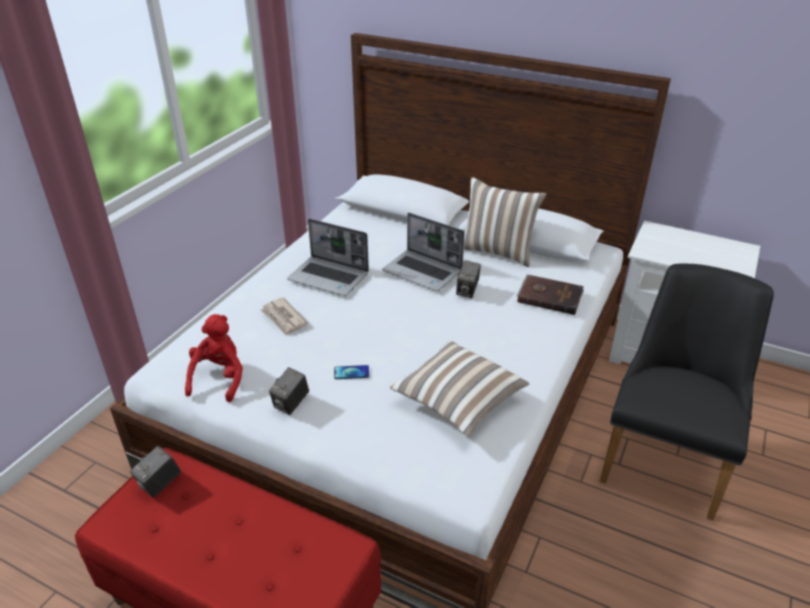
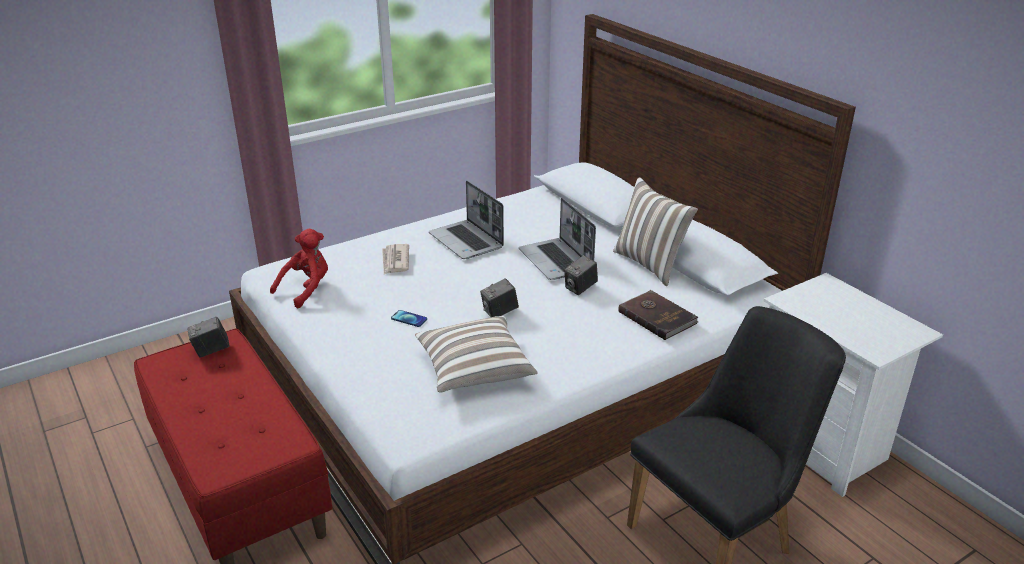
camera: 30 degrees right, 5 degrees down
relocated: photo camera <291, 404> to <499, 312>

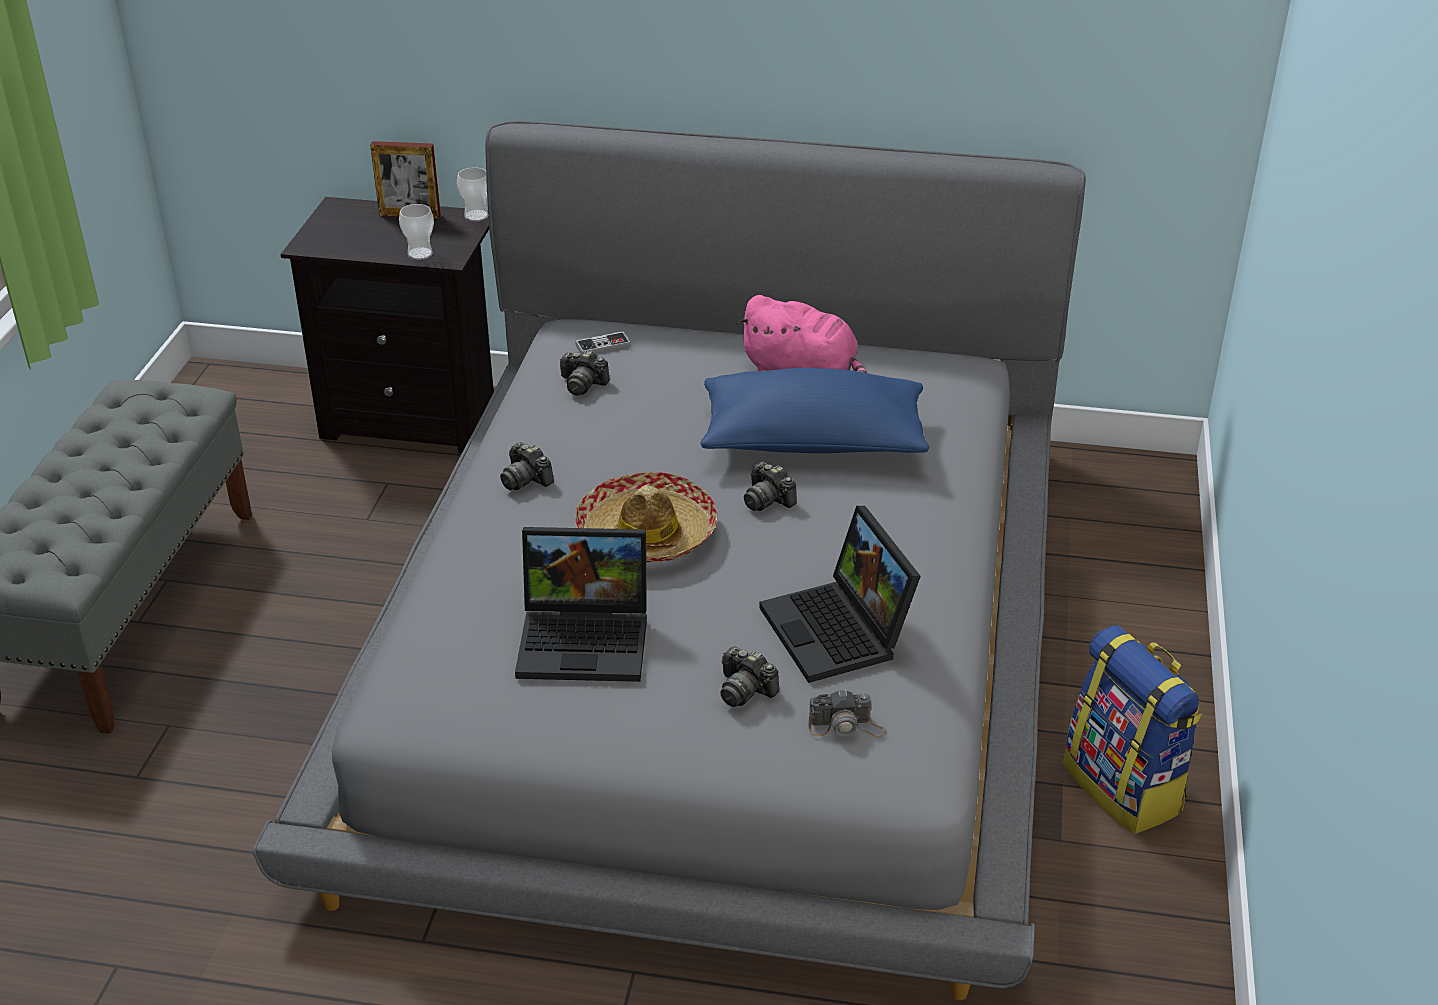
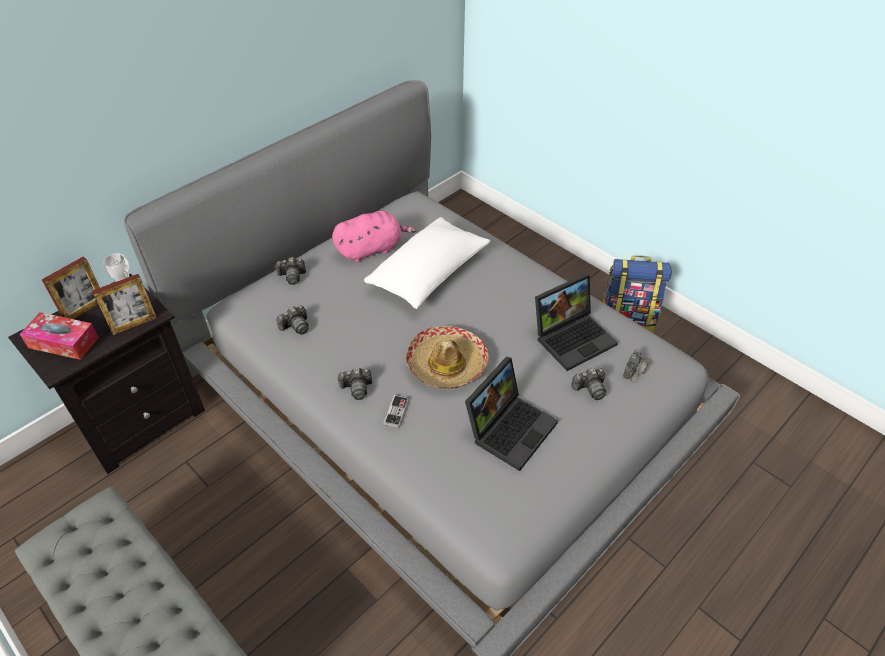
camera: 55 degrees left, 10 degrees up
appeared: tissue box <63, 342>
relocated: game controller <603, 345> to <396, 412>; photo camera <767, 500> to <292, 276>
exchanged: cup <420, 254> to picture frame <134, 324>
colour: pillow in blue <812, 442> to pillow in white <429, 274>
spun: laptop <840, 632> = <573, 337> 45 degrees counterclockwise

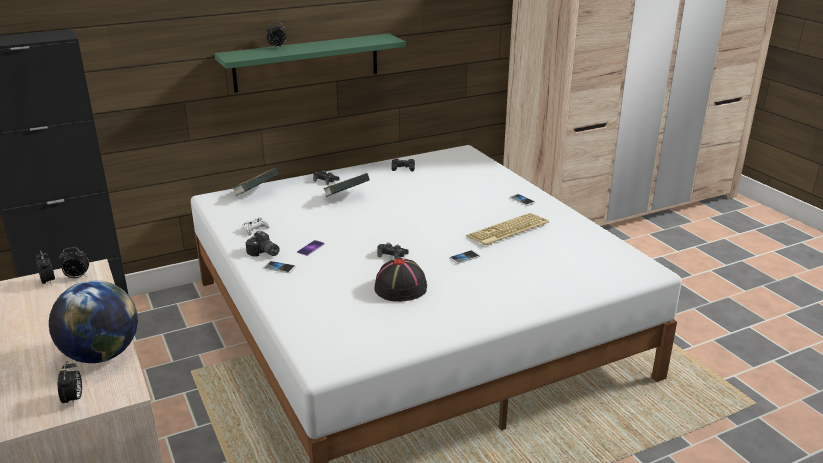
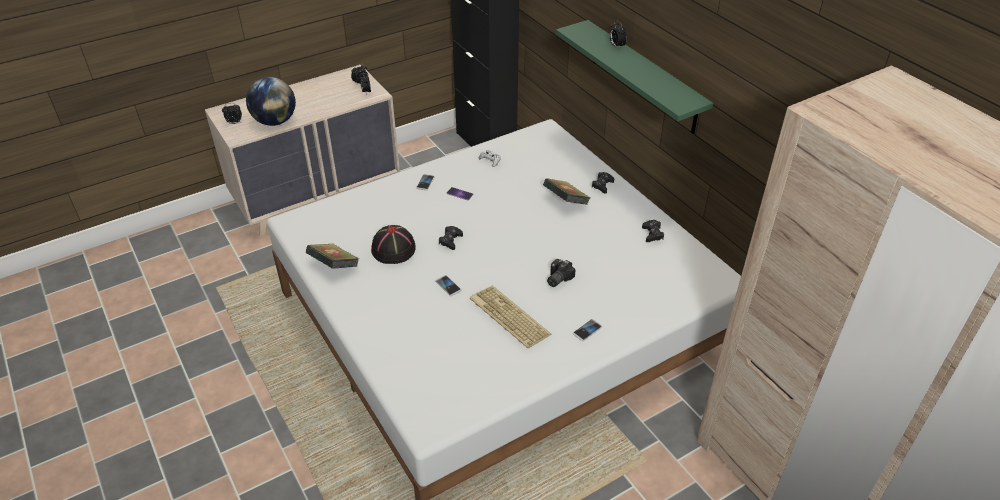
camera: 85 degrees right, 15 degrees up
relocated: book <256, 194> to <334, 267>; photo camera <264, 253> to <557, 278>

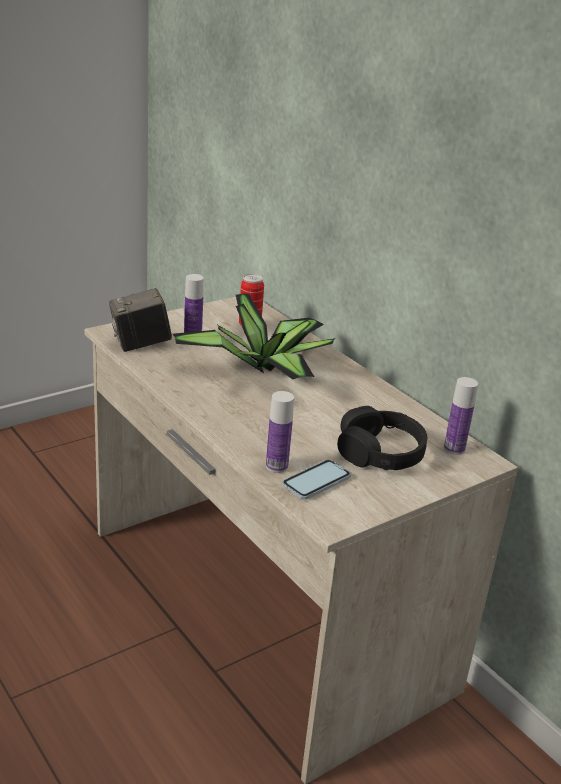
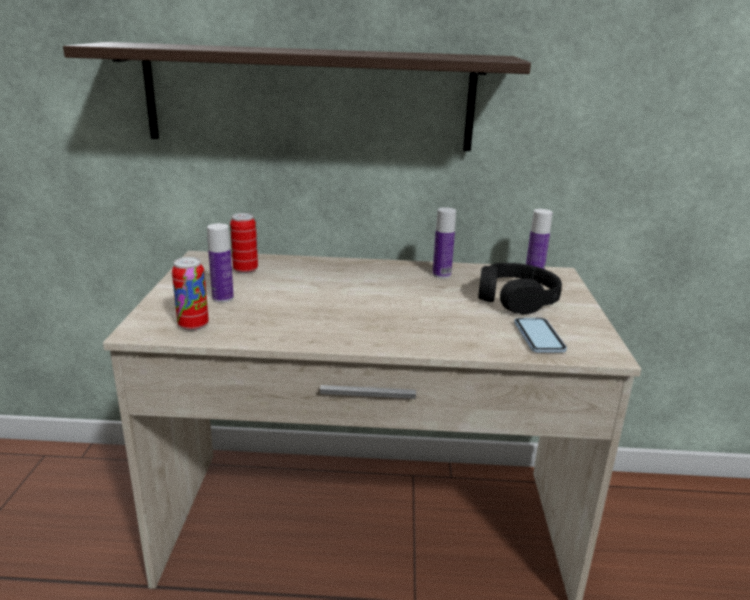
camera: 50 degrees left, 5 degrees down
missing: potted plant <264, 370>
appeared: shelf <309, 98>
relocated: bottle <276, 466> to <441, 274>
exchanged: photo camera <140, 344> to can <193, 325>

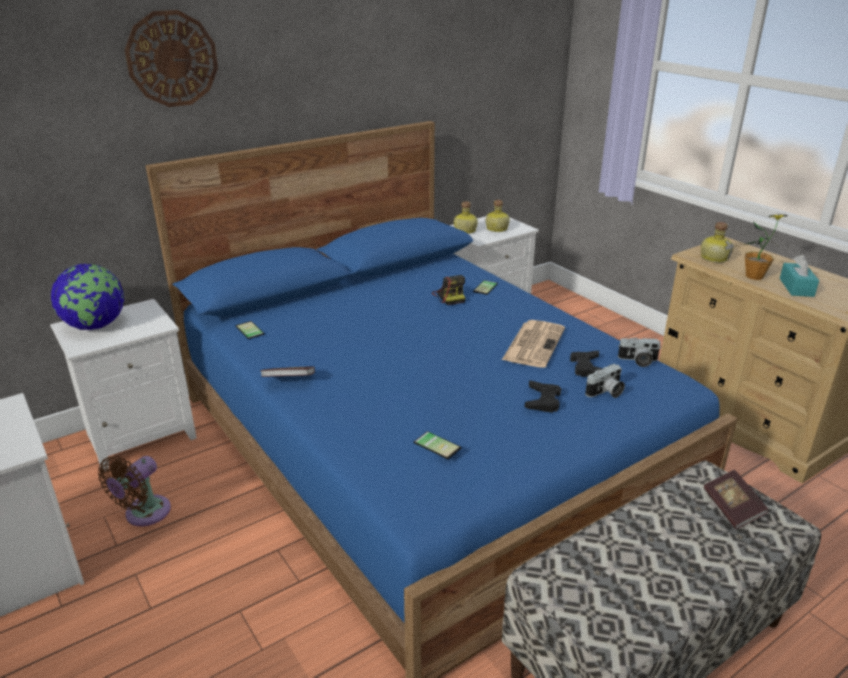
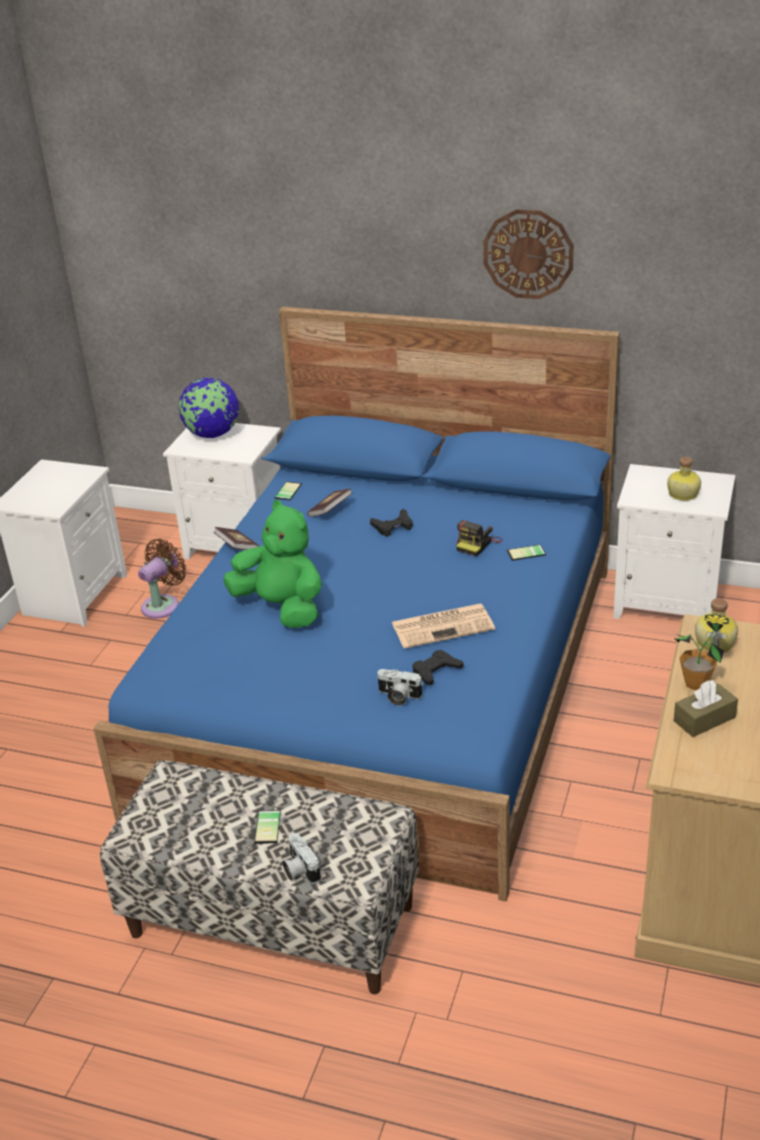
camera: 55 degrees right, 5 degrees up
missing: bottle <464, 230>
appeared: plush toy in green <282, 608>
relocated: wall clock <172, 59> to <528, 254>; photo camera <638, 361> to <299, 869>; game controller in black <543, 401> to <393, 526>; phone <438, 444> to <270, 827>; book <732, 508> to <330, 510>
colour: tissue box in turquoise <796, 287> to tissue box in brown <704, 719>
spun: fan in brown <144, 514> = <163, 605> 135 degrees clockwise

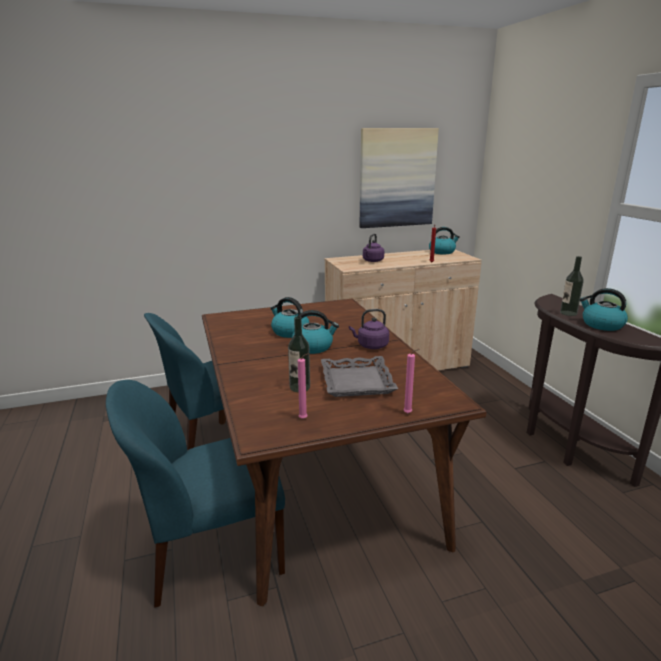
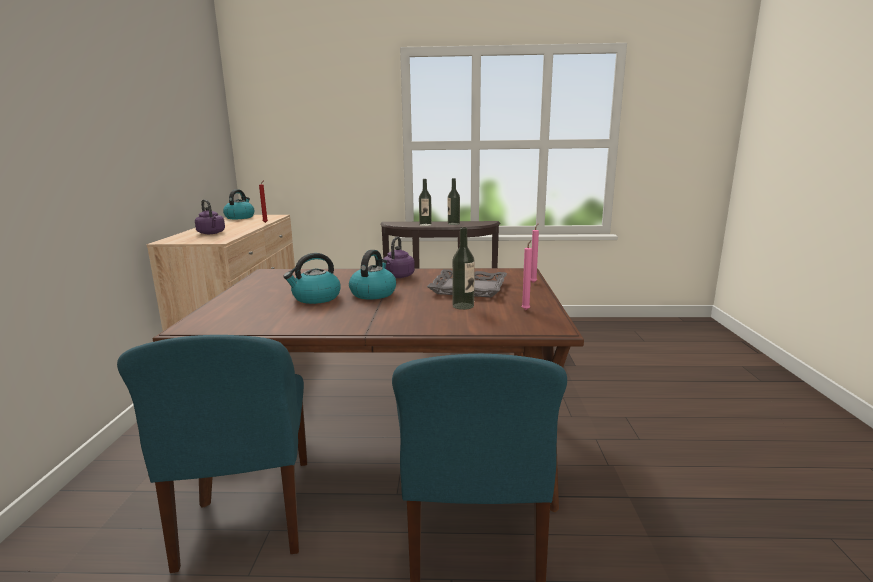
camera: 70 degrees left, 5 degrees down
missing: picture <397, 178>
exchanged: kettle <601, 325> to bottle <453, 224>

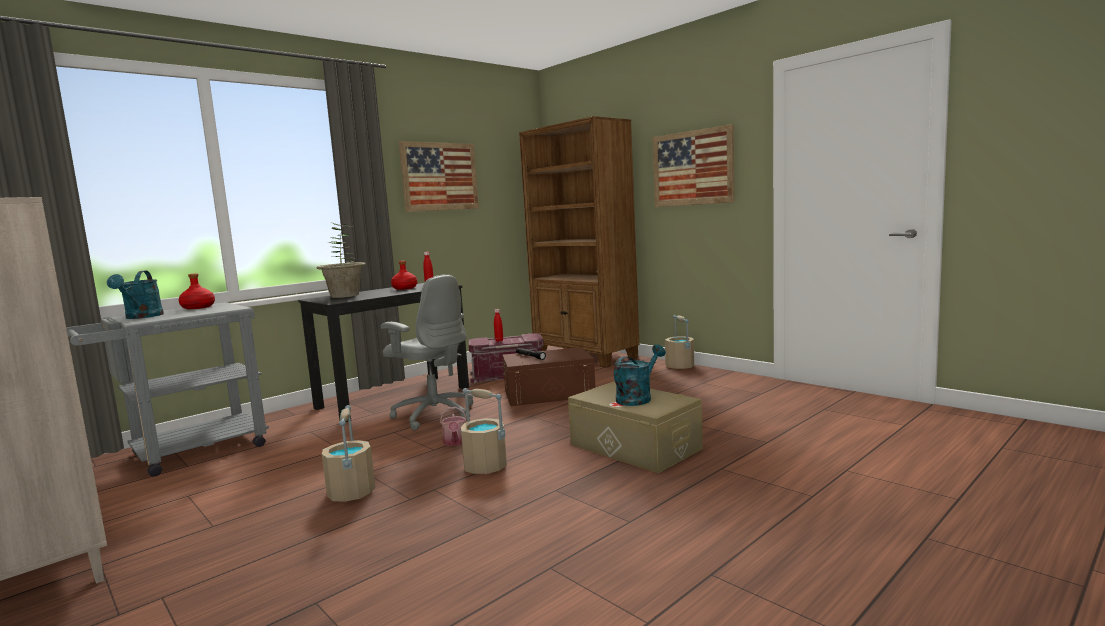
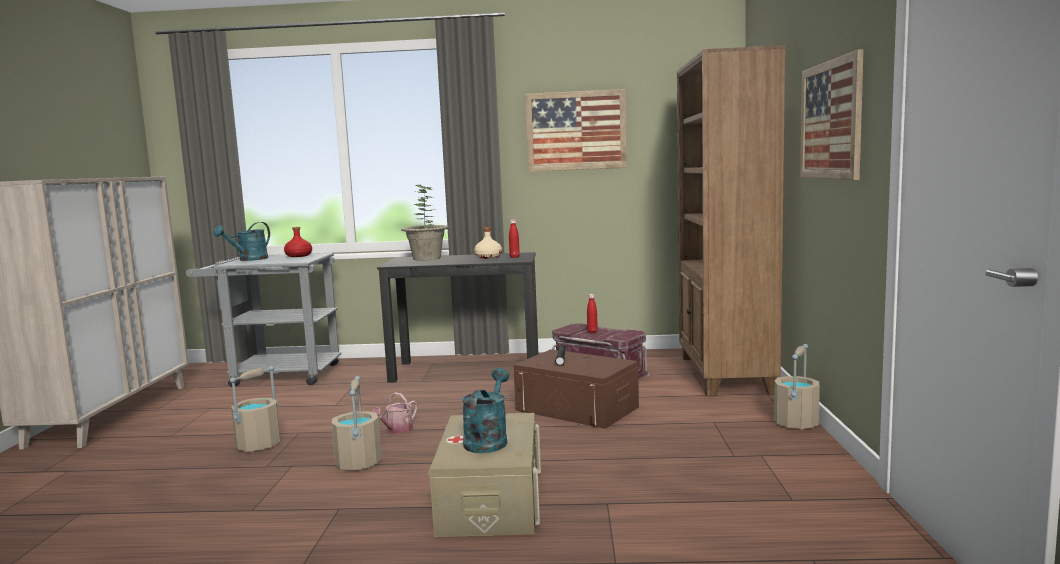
camera: 45 degrees right, 0 degrees up
missing: office chair in grey <434, 415>
colour: bottle in red <404, 288> to bottle in beige <488, 257>
spun: watering can in turquoise <637, 398> = <488, 440> 75 degrees counterclockwise

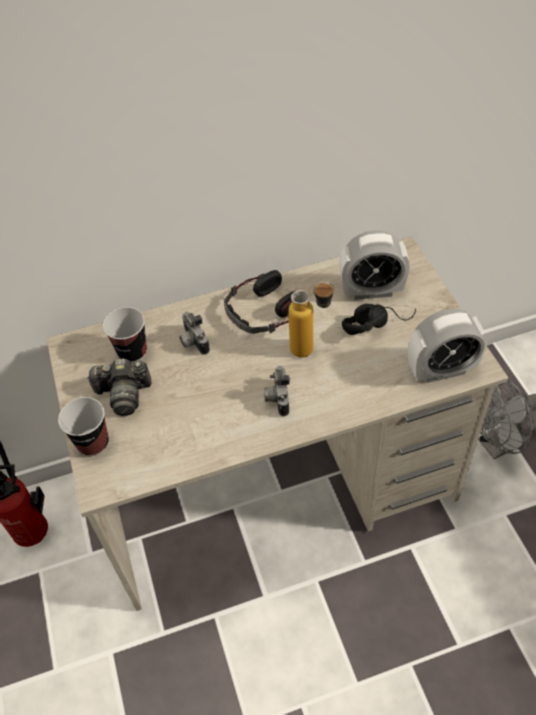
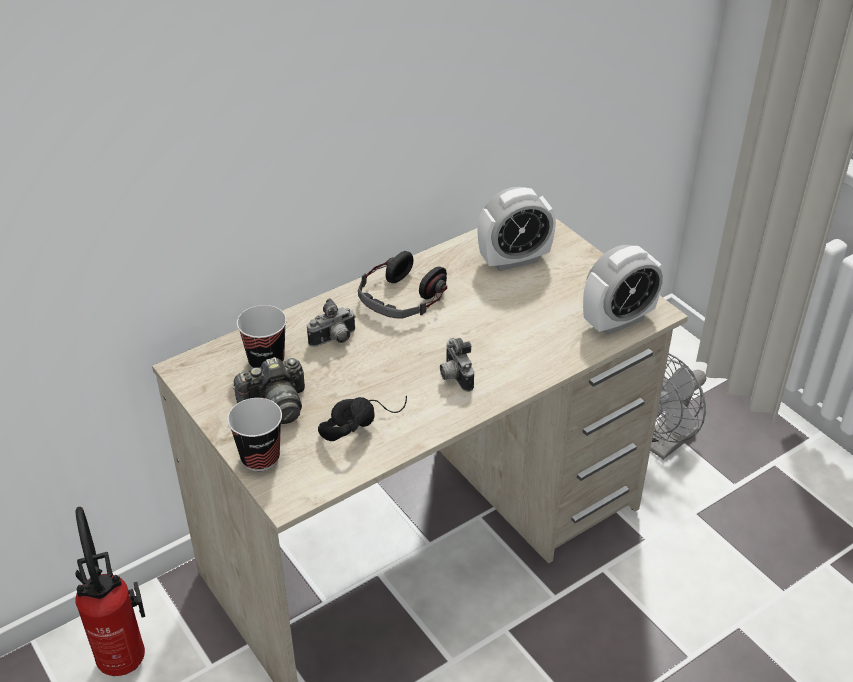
camera: 20 degrees left, 10 degrees down
missing: bottle <311, 348>
relocated: headphones in black <376, 323> to <361, 422>
spun: photo camera <193, 342> = <334, 340> 75 degrees counterclockwise

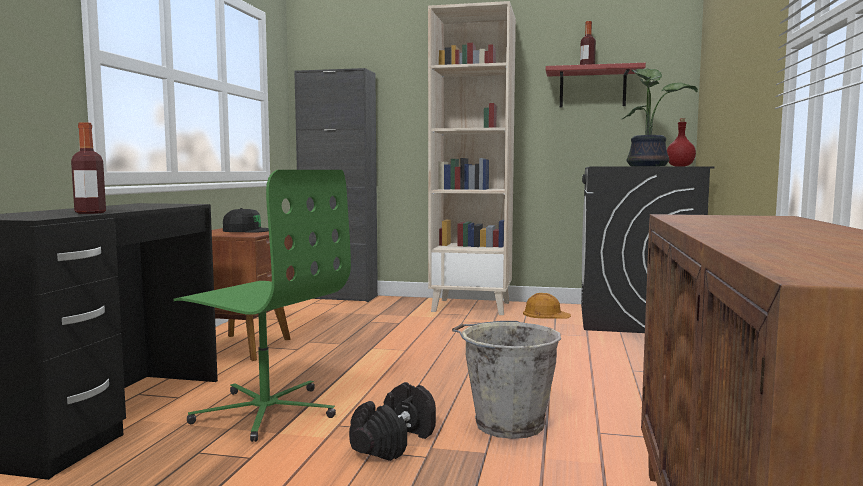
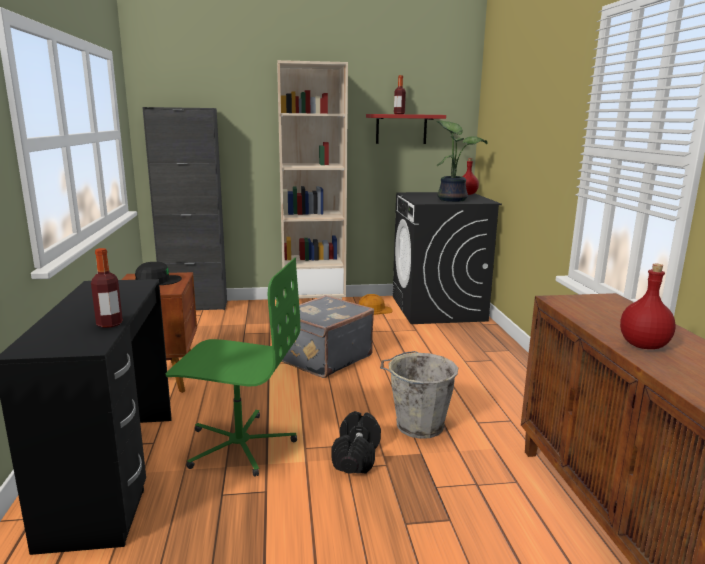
camera: 20 degrees left, 10 degrees up
appeared: bottle in red <644, 346>; suitcase in grey <323, 358>

